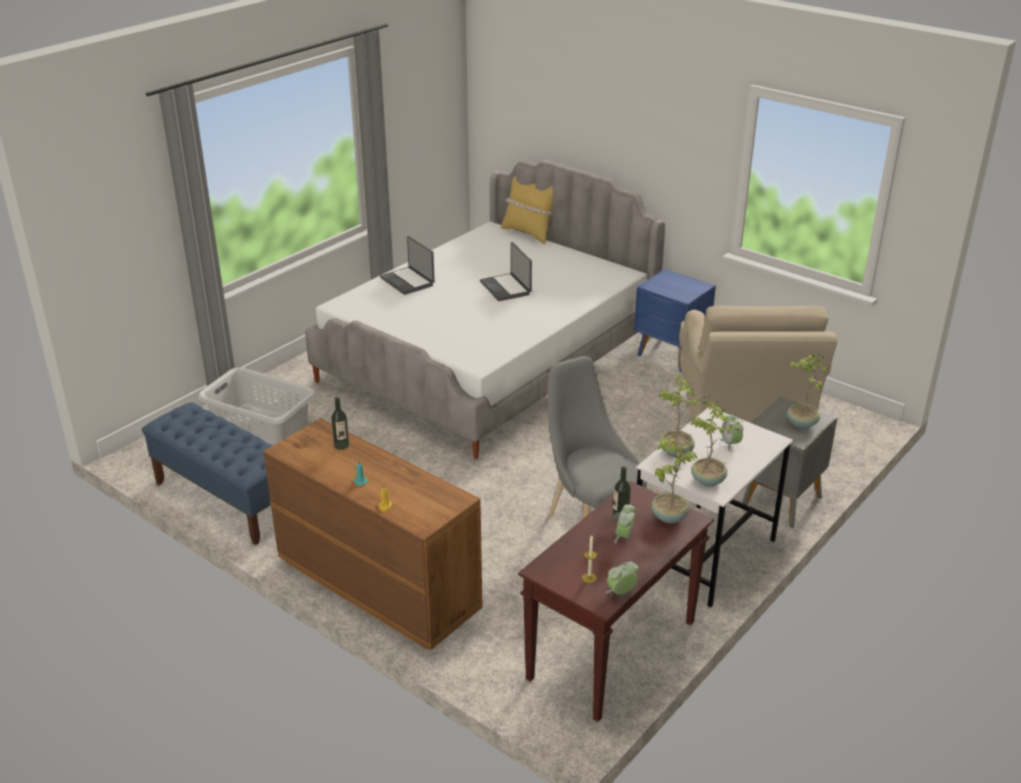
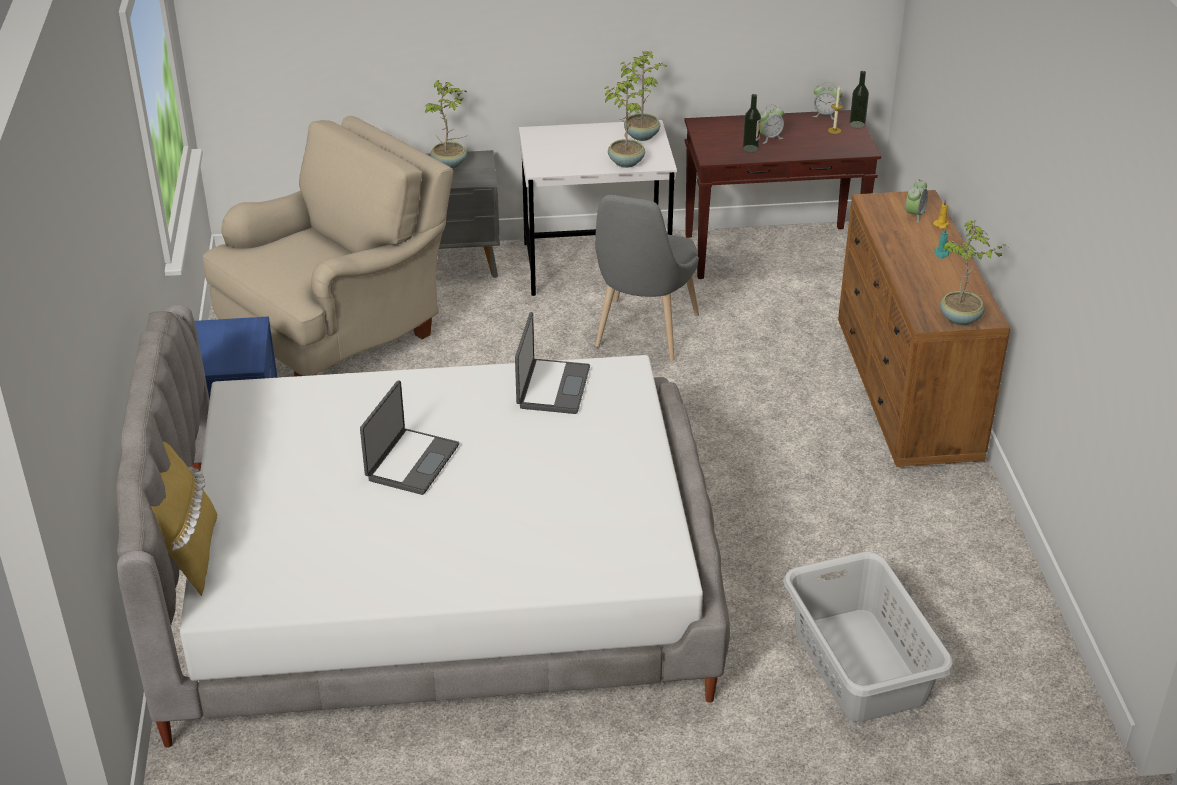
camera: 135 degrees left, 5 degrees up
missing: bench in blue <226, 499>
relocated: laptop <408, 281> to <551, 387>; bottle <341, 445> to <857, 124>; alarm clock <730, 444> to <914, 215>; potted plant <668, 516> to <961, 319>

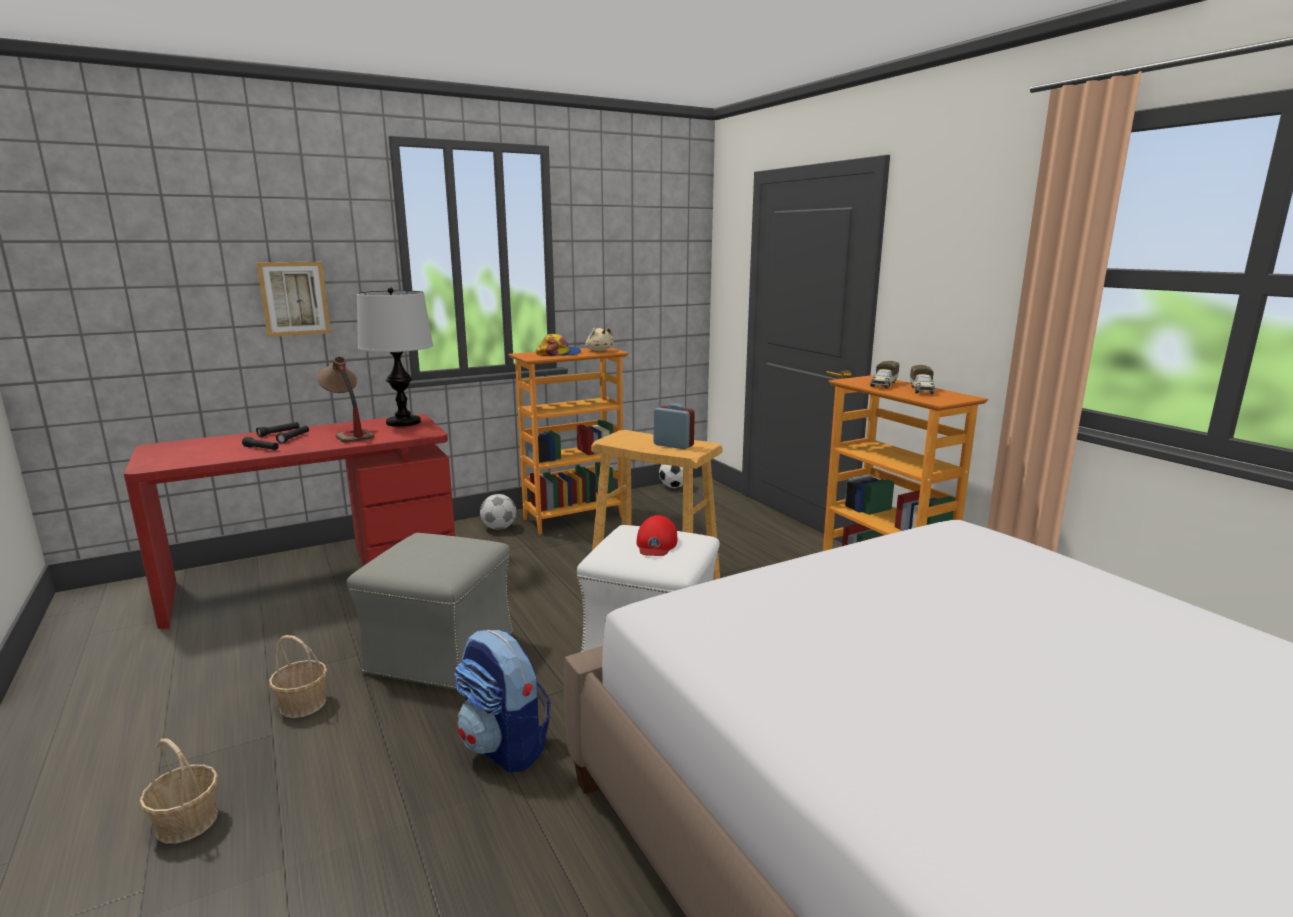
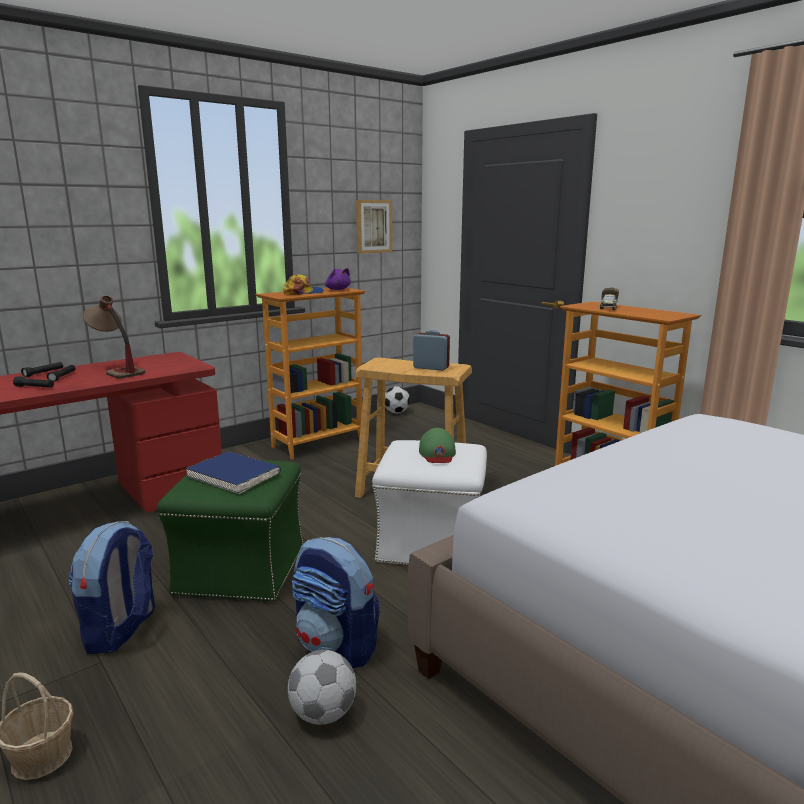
camera: 10 degrees left, 0 degrees up
missing: table lamp <403, 422>; toy truck <921, 390>
appeared: book in blue <234, 476>
relocated: picture <294, 298> to <373, 226>; football <499, 528> to <323, 713>
exchanged: basket <303, 704> to backpack <121, 630>
colour: plush toy in beige <599, 350> to plush toy in purple <337, 289>; cap in red <656, 544> to cap in green <437, 453>; ottoman in grey <440, 653> to ottoman in green <240, 570>

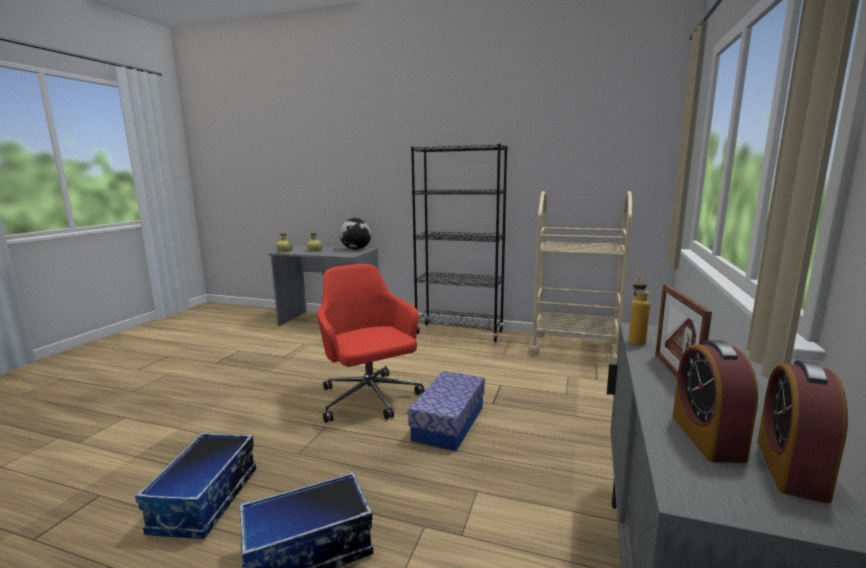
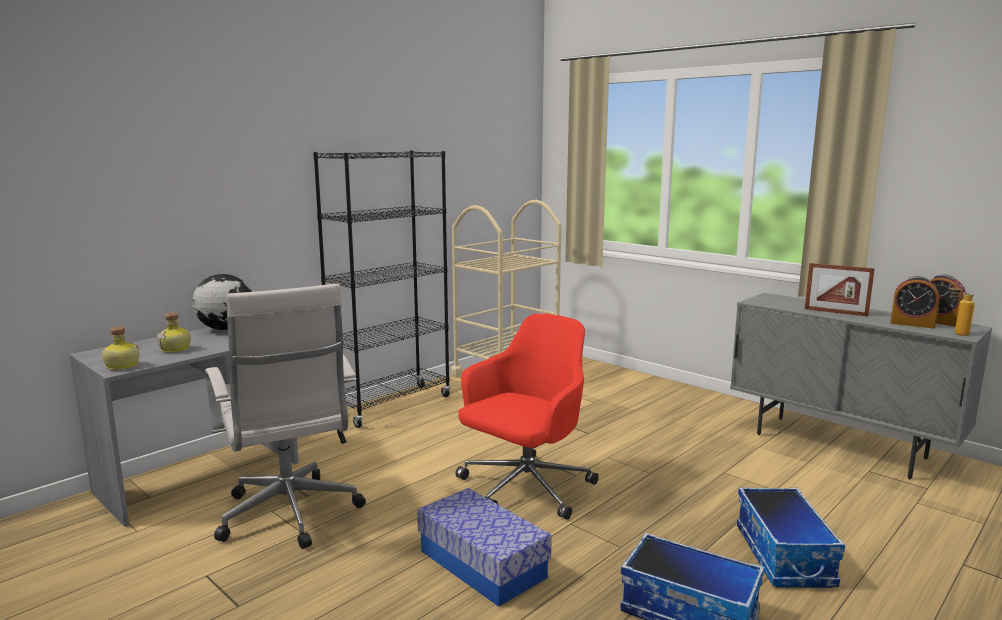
camera: 65 degrees left, 0 degrees up
appeared: office chair in white <290, 516>
relocated: bottle <635, 340> to <955, 333>; storage box <449, 423> to <482, 564>
spun: office chair in red <370, 399> = <524, 488> 135 degrees clockwise

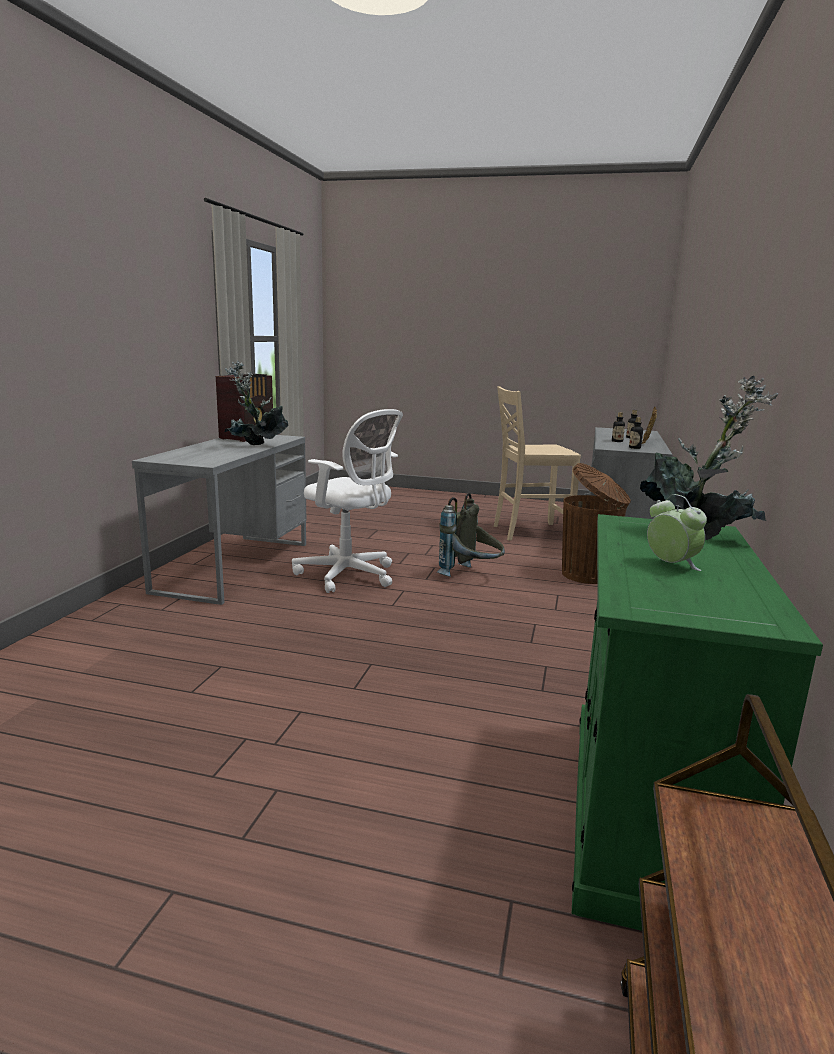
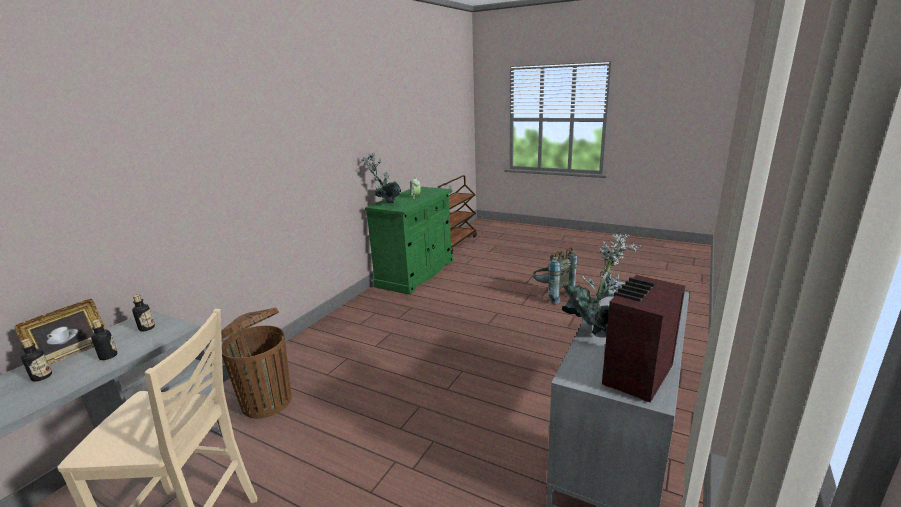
camera: 165 degrees left, 5 degrees up
missing: office chair in white <349, 575>
relocated: backpack in grey <471, 576> to <551, 295>

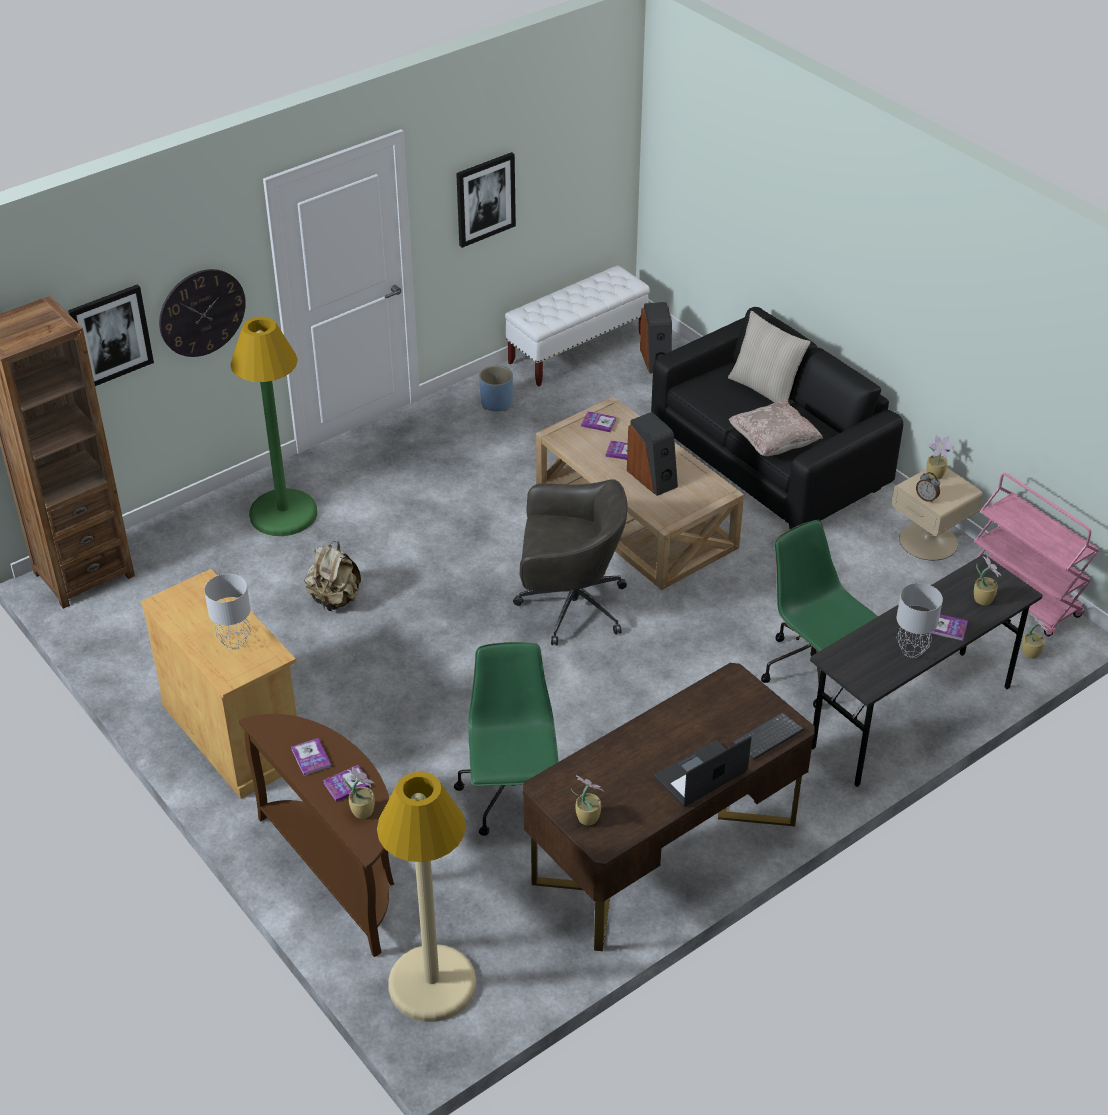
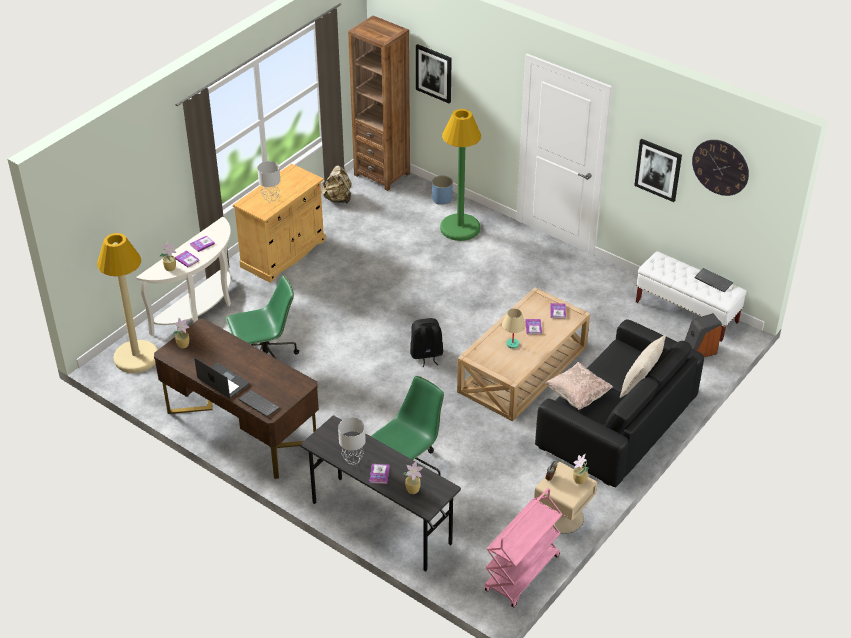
camera: 75 degrees right, 0 degrees up
missing: potted plant <1030, 652>
appeared: keyboard <714, 281>
relocated: wall clock <202, 312> to <720, 167>; planter in blue <496, 403> to <442, 199>; backpack in beige <334, 599> to <338, 199>
exchanged: speaker <652, 478> to table lamp in beige <513, 344>; office chair in grey <569, 606> to backpack in black <426, 355>
colour: console table in brown <340, 871> to console table in white <200, 311>

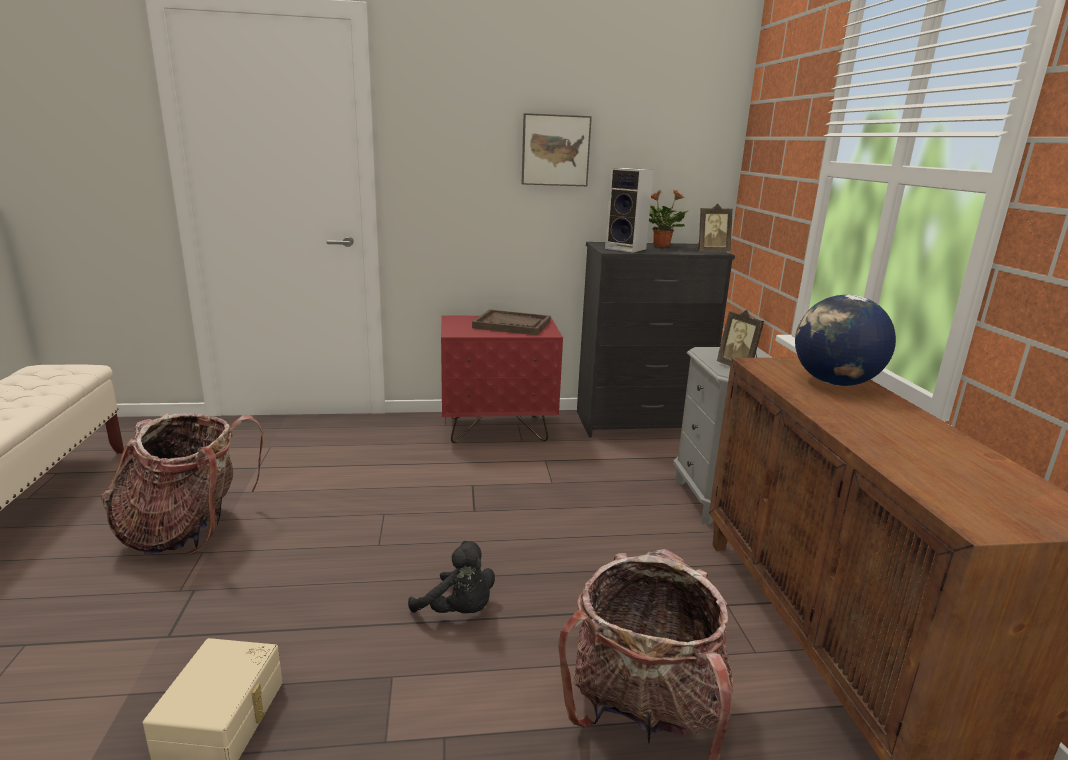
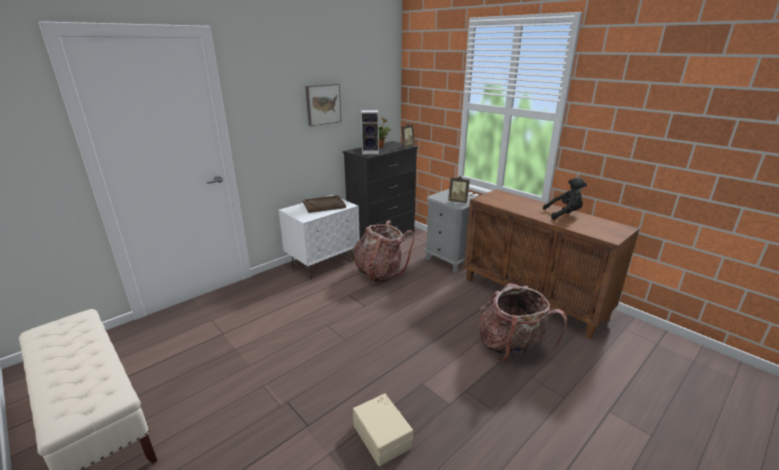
camera: 35 degrees left, 5 degrees up
missing: globe <834, 383>
relocated: backpack <189, 530> to <380, 273>; plush toy in black <458, 611> to <564, 214>
colour: nightstand in red <498, 429> to nightstand in white <323, 263>

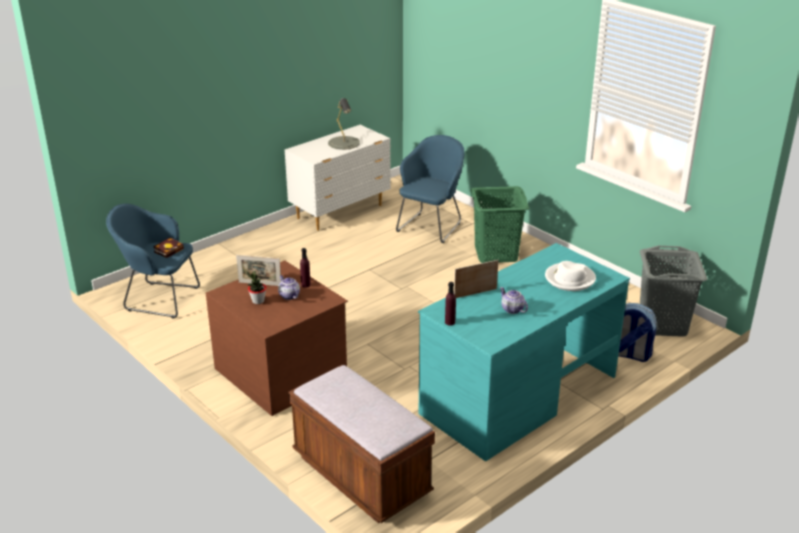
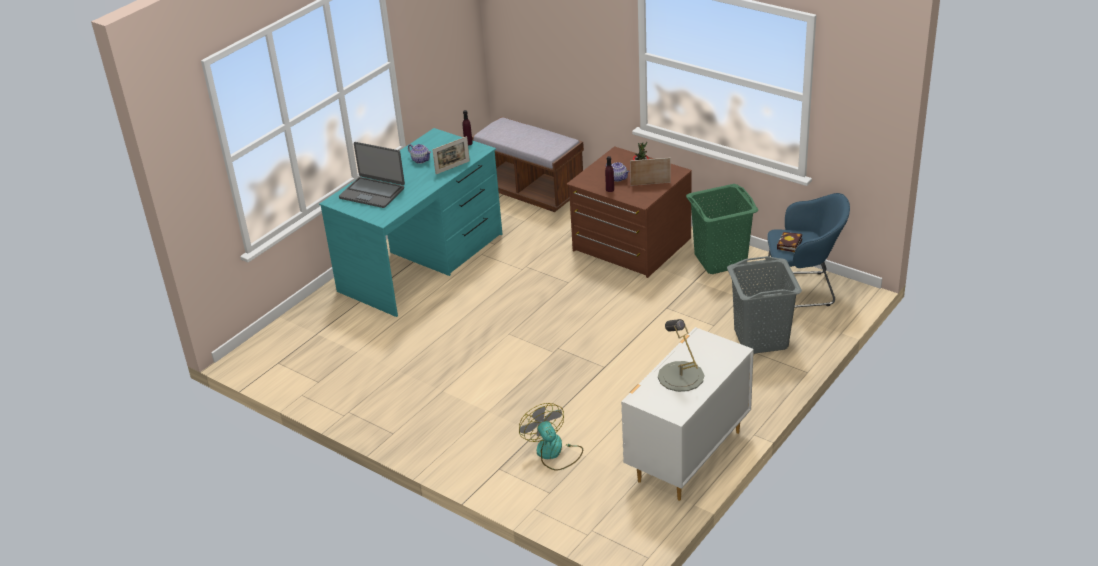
camera: 170 degrees right, 5 degrees up
missing: backpack <628, 354>
relocated: laundry basket in green <495, 254> to <721, 260>; laundry basket in grey <663, 324> to <760, 339>
exchanged: armchair in blue <431, 226> to fan <553, 453>; hat in white <569, 279> to laptop <372, 193>

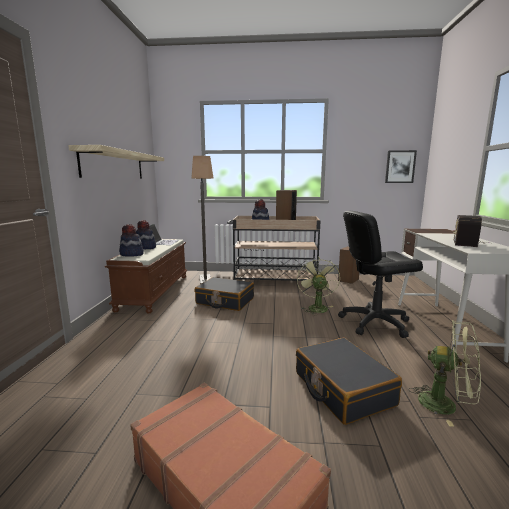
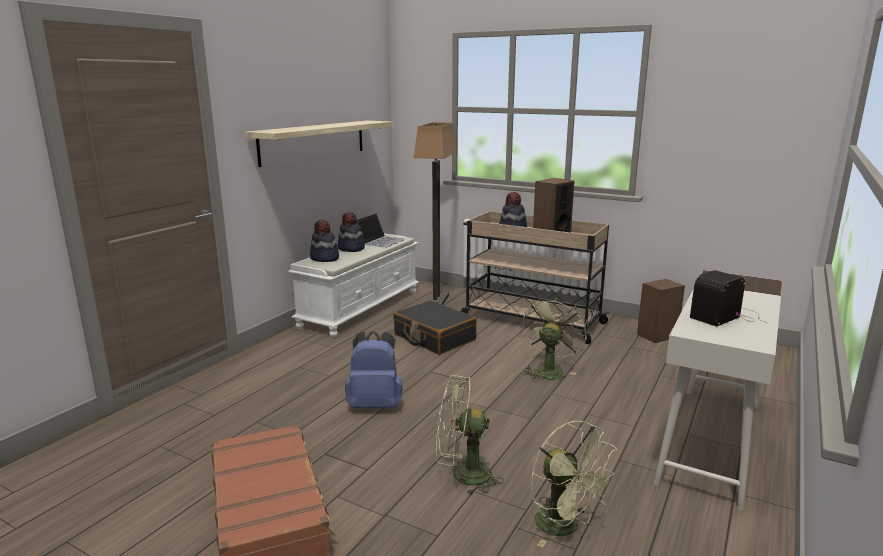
camera: 25 degrees right, 5 degrees up
missing: picture <400, 167>; office chair in black <374, 323>
appeared: backpack in blue <375, 404>
exchanged: suitcase in black <342, 389> to fan in green <462, 475>
colour: bench in brown <154, 291> to bench in white <360, 308>

